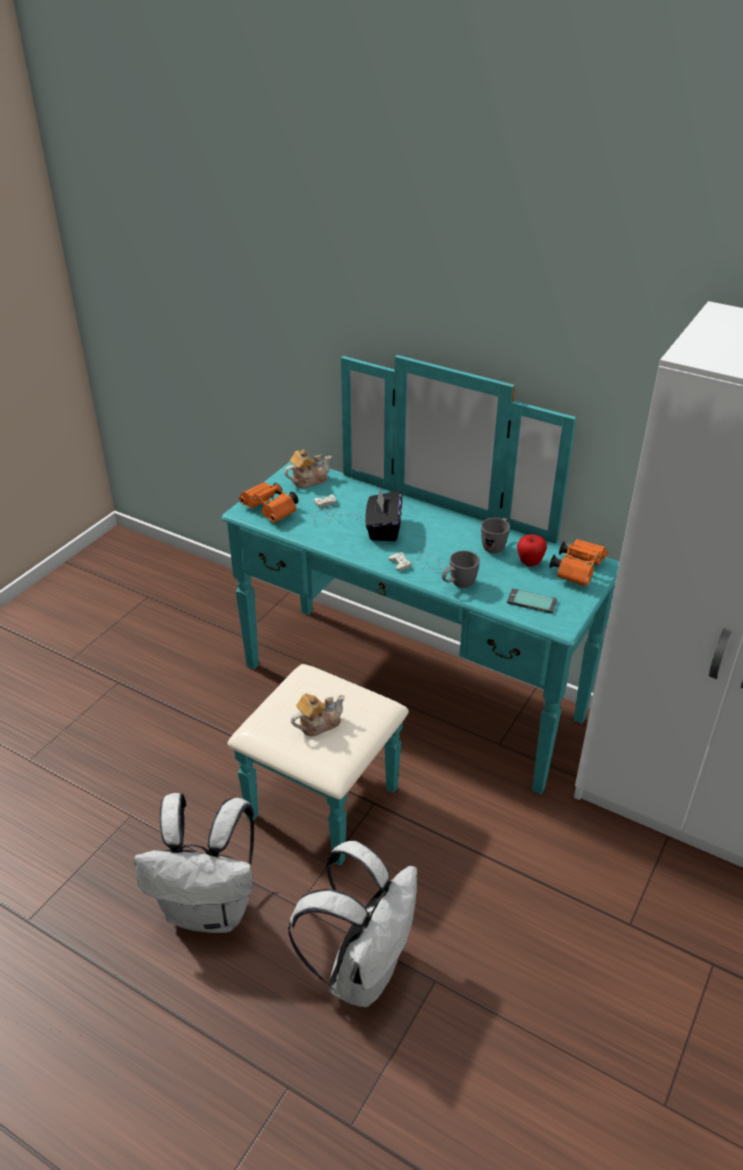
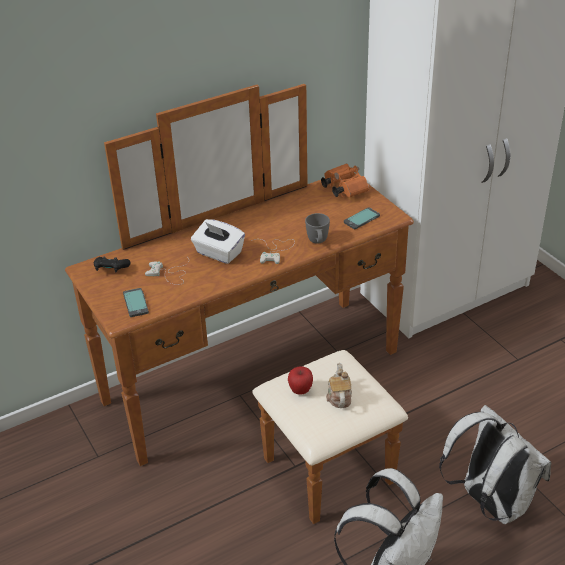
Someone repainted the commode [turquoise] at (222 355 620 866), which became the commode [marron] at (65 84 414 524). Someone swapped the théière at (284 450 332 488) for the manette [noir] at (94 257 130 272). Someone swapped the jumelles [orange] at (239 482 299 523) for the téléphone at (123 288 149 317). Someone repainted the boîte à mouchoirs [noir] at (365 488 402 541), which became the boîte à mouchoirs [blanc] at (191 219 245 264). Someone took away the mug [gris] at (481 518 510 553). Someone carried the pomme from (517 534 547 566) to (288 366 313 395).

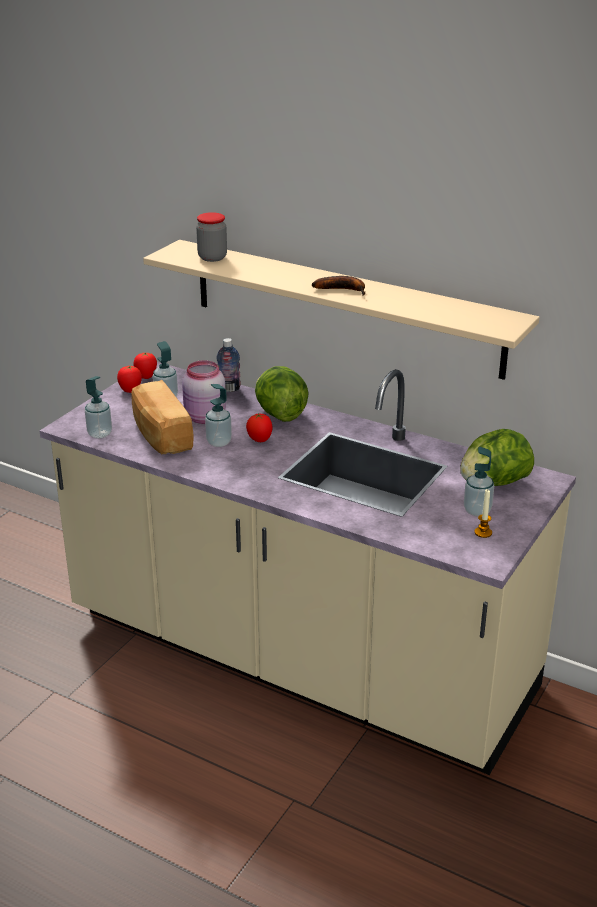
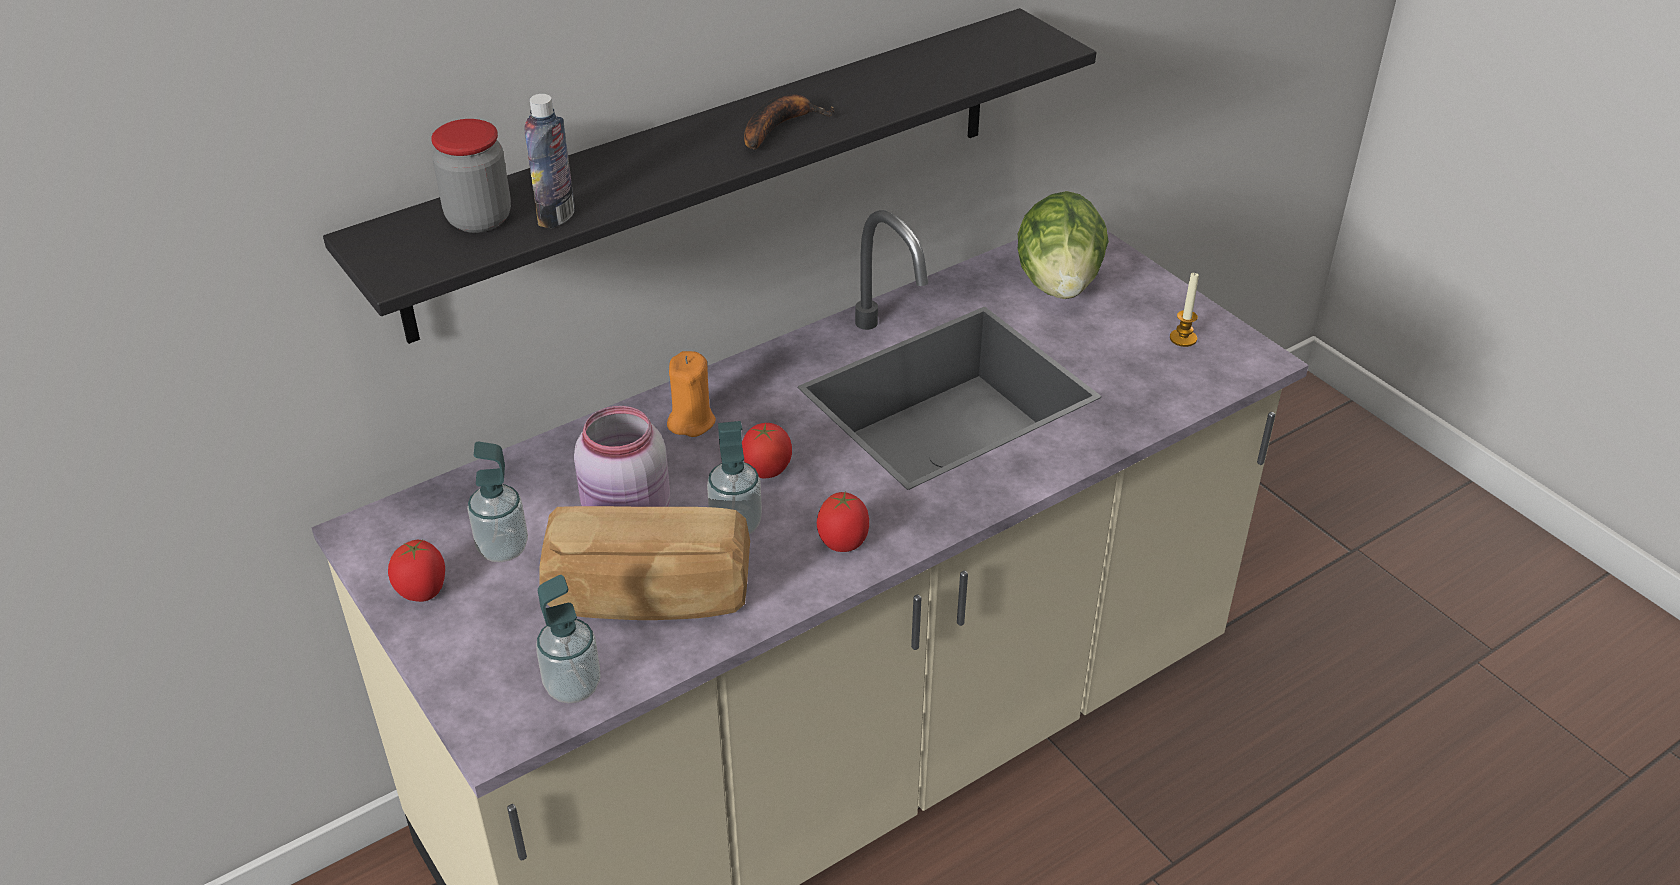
Someone repainted the étagère [beige] at (143 240 540 380), which became the étagère [noir] at (323 8 1096 344). Someone carried the bouteille from (216 338 241 392) to (524 94 575 229). Someone carried the tomate from (133 352 157 379) to (817 492 869 552). Someone swapped the laitue at (255 366 308 422) for the bougie [orange] at (667 351 716 437). Someone took away the distributeur de savon at (464 447 494 517).

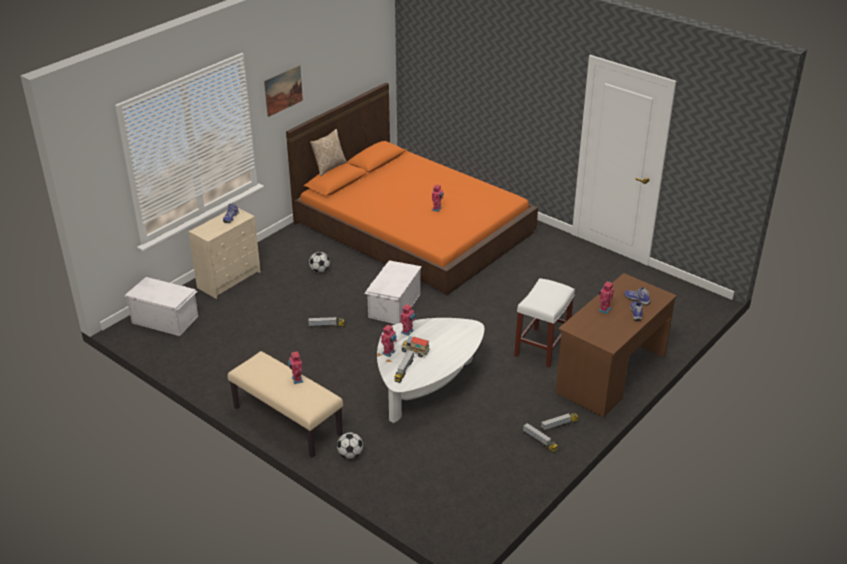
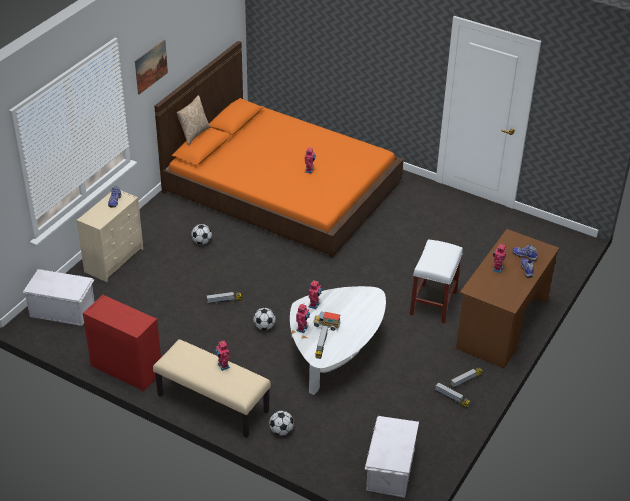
Someone carried the boîte de rangement [blanc] from (364 260 422 324) to (365 416 419 498). Someone put down the commode [rouge] at (83 294 161 392). Someone put down the ballon de foot at (253 308 276 330).

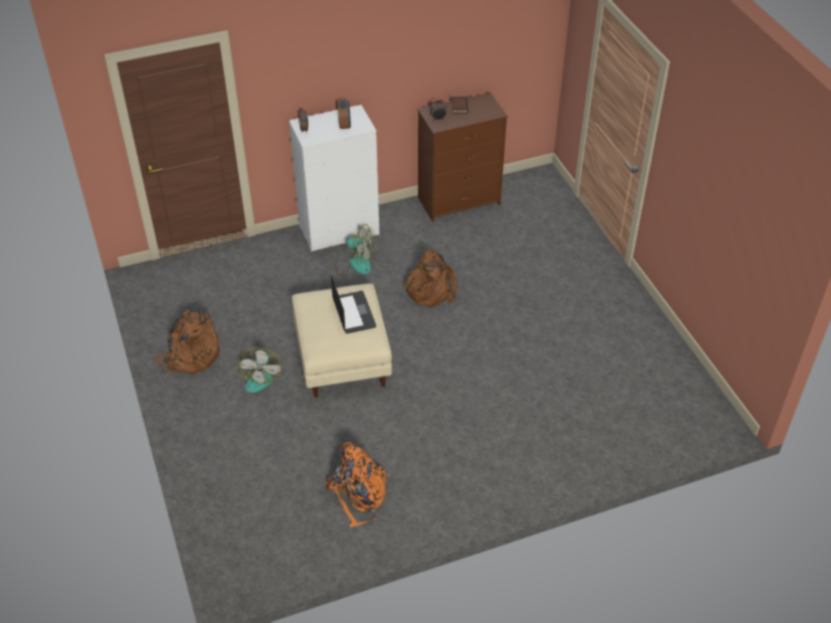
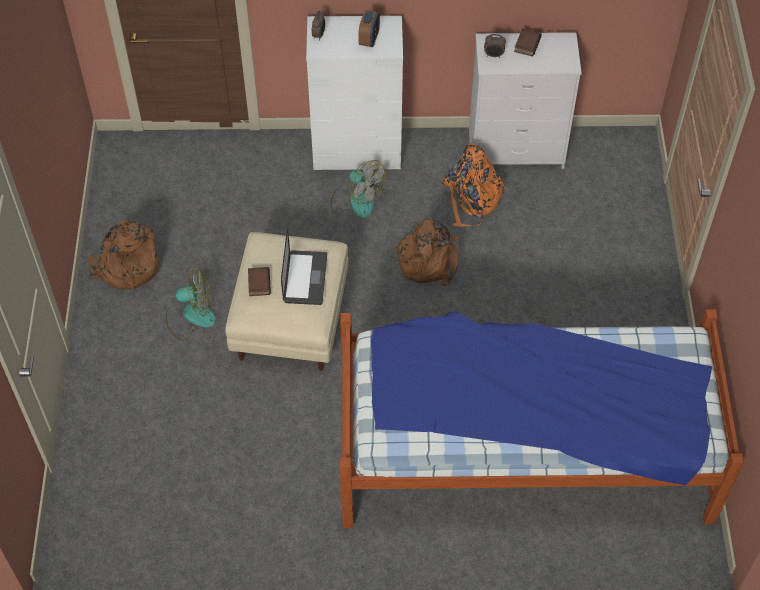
Someone repainted the commode [marron] at (417 93 508 222), which became the commode [blanc] at (469 33 582 169). Someone rotated the ventilateur at (238 348 282 393) by 120 degrees counterclockwise. Someone carried the sac à dos [orange] from (325 442 390 527) to (442 143 507 226). Someone put down the livre at (248 267 271 296). Someone put down the lit at (339 309 744 528).

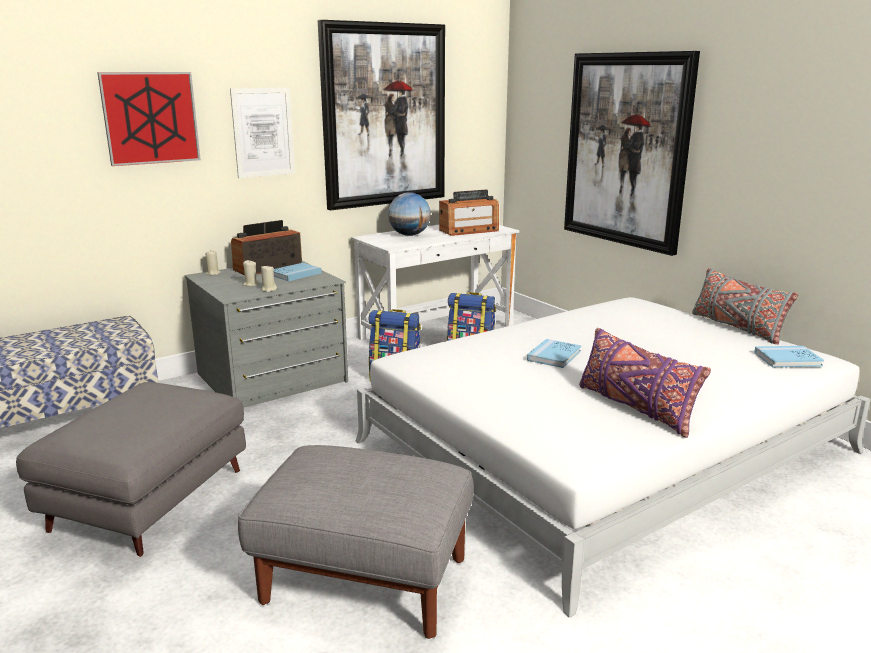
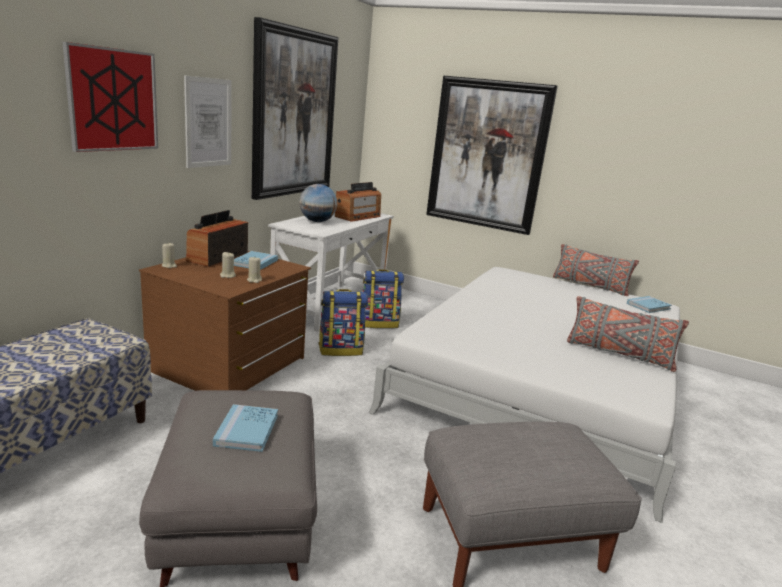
Someone repainted the commode [gris] at (185 261 348 408), which became the commode [marron] at (139 251 311 391). Someone repainted the coussin [violet] at (579 328 711 438), which became the coussin [gris] at (567 296 689 372). Someone carried the livre [bleu] from (527 339 581 368) to (213 404 278 452).

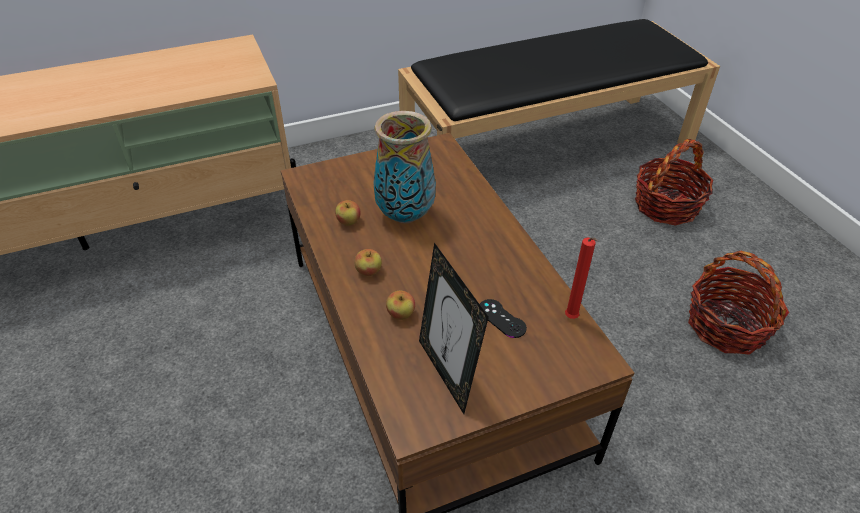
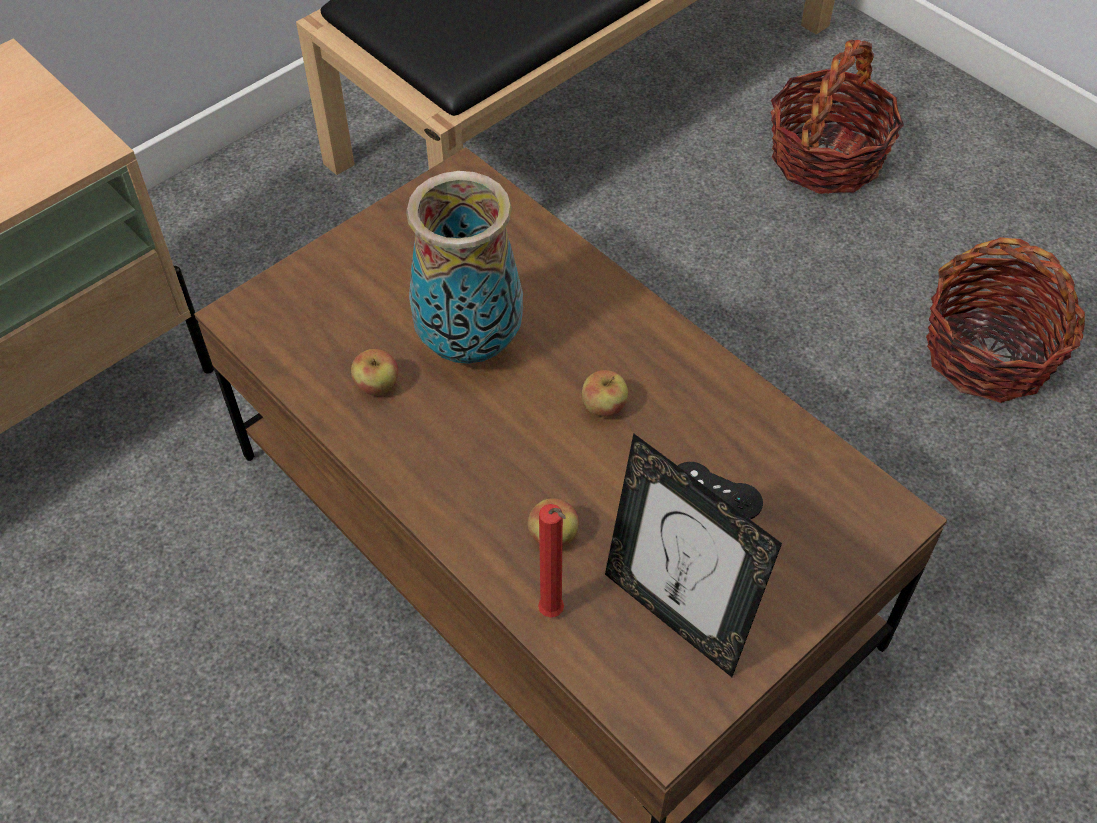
Someone carried the bougie [rouge] from (565 238 597 319) to (538 504 566 618). Someone carried the pomme from (354 249 382 276) to (582 370 628 417).

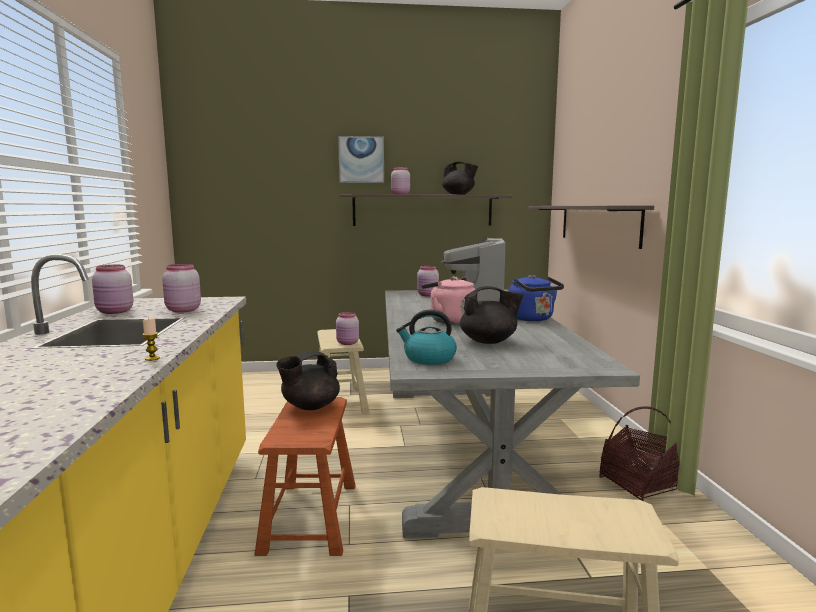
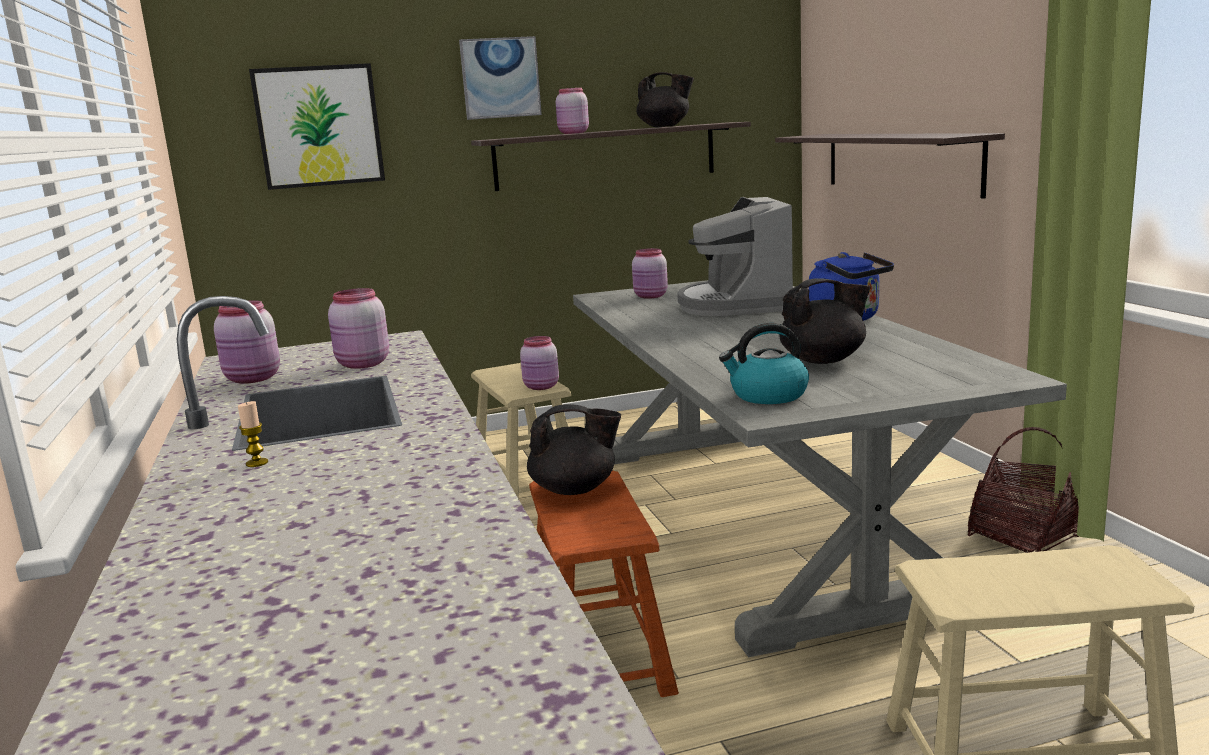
Someone took away the bouilloire [rose] at (422 277 475 325). Someone carried the bougie from (142 318 160 361) to (238 401 268 467). Someone rotated the théière [noir] at (276 351 340 410) by 135 degrees counterclockwise. Someone put up the tableau at (249 63 385 190).

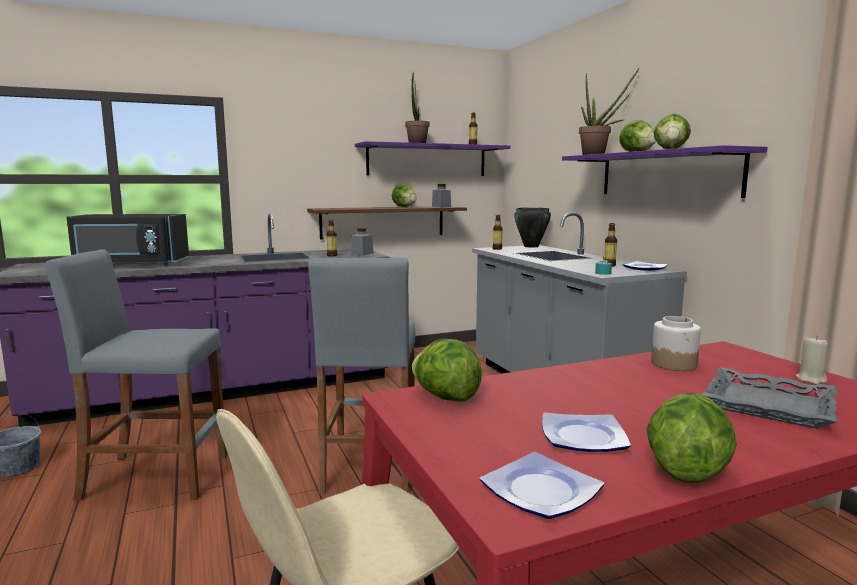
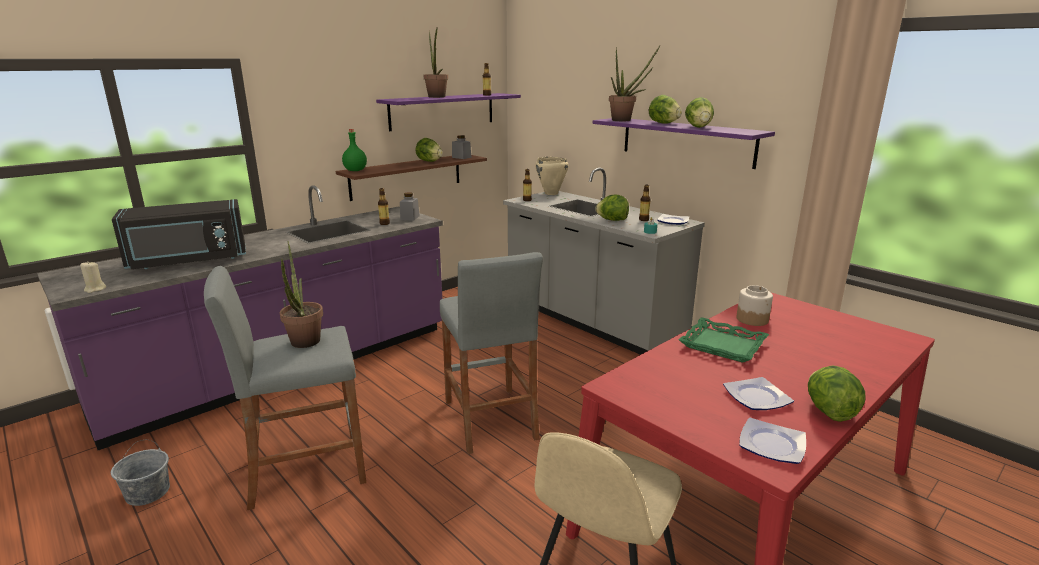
Someone repainted the marmite [noir] at (514 207 551 247), which became the marmite [beige] at (535 157 569 195). Someone carried the bougie [beige] from (796 336 828 384) to (80 261 106 293). Someone carried the laitue from (412 339 482 402) to (595 194 629 221). Someone took away the plateau [gris] at (701 367 838 429). Someone put down the bouteille [vert] at (342 129 367 171). Someone put down the plante en pot at (279 241 323 348). Someone put down the plateau [vert] at (679 318 769 363).

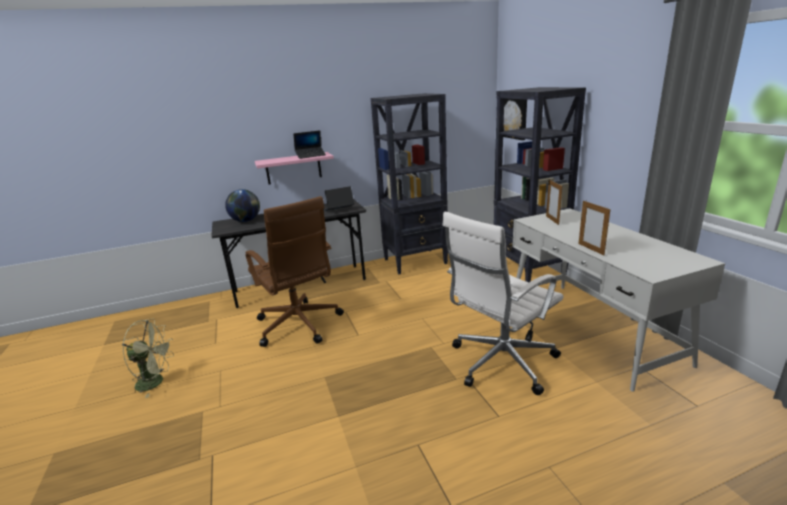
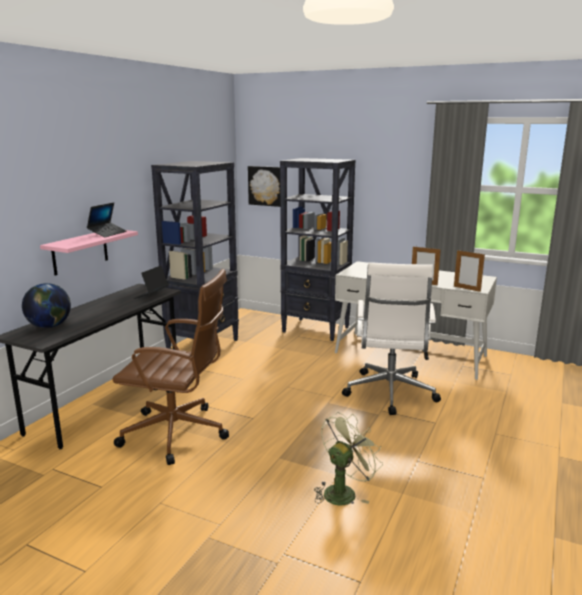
Someone carried the cadre photo from (546 179 562 225) to (454 250 485 292). Someone carried the ventilateur [vert] from (122 319 174 398) to (314 412 383 505).

